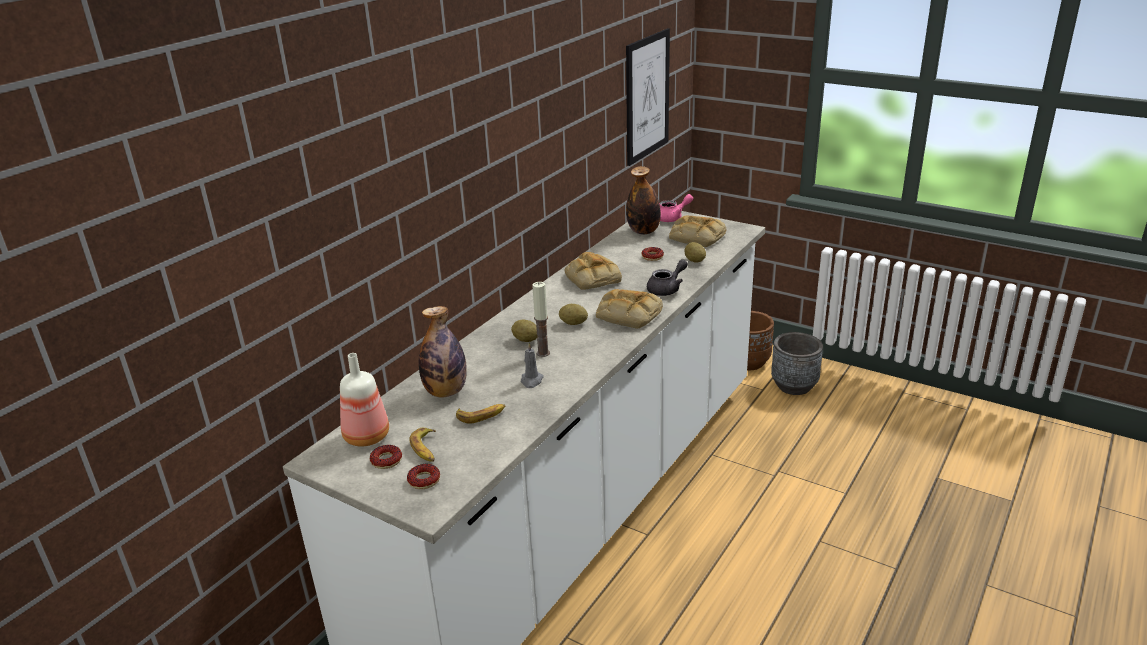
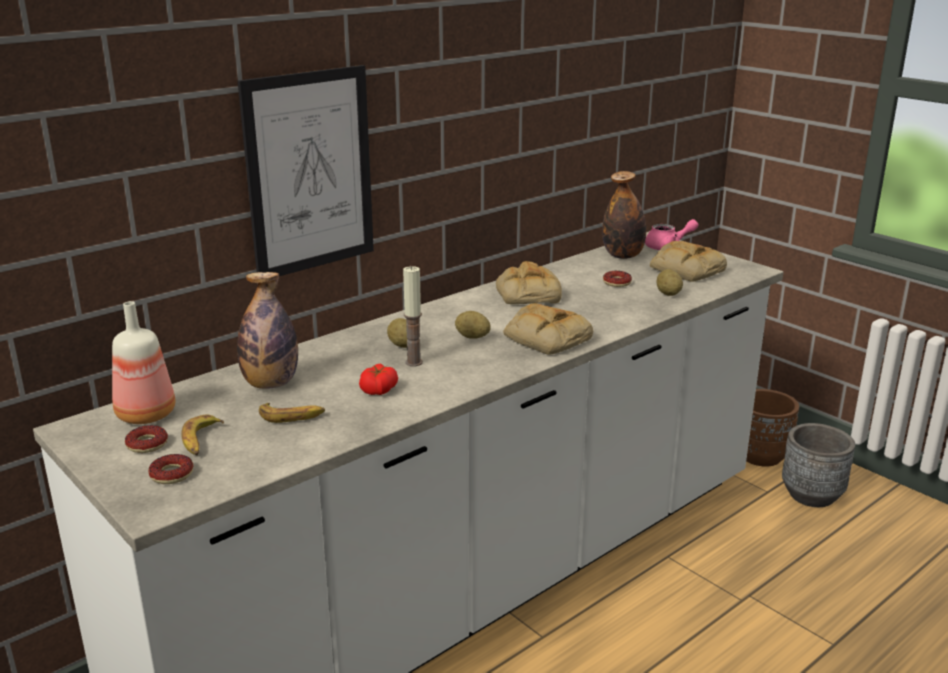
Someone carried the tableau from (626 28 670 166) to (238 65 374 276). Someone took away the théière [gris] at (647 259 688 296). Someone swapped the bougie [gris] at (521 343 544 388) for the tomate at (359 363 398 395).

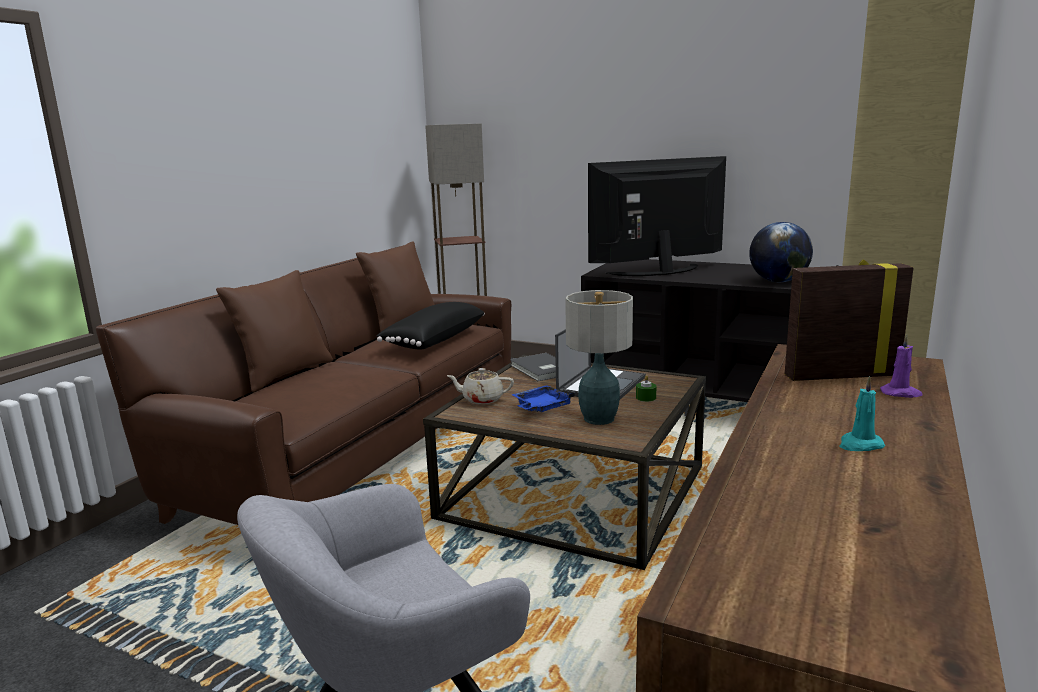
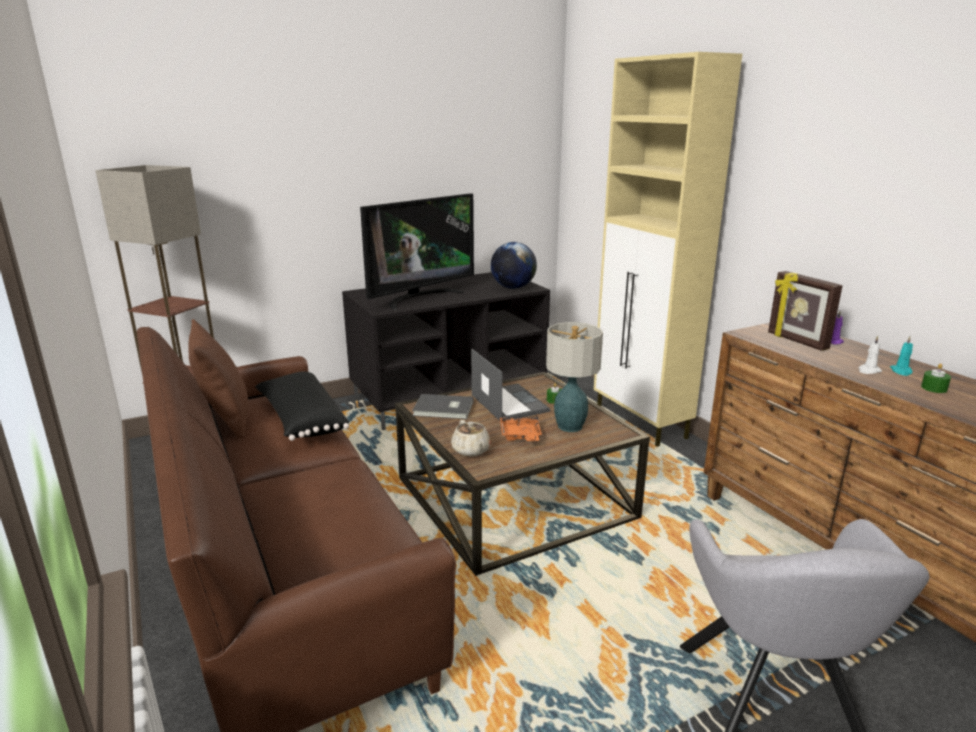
Someone rotated the téléviseur at (588 156 726 276) by 150 degrees counterclockwise. Someone rotated the cadre photo at (785 259 914 381) by 60 degrees counterclockwise. Someone took away the coussin [marron] at (216 270 333 393). Someone rotated the théière [beige] at (447 368 514 404) by 60 degrees counterclockwise. Someone repainted the plateau [bleu] at (512 385 575 412), which became the plateau [orange] at (500 415 542 441). Someone put down the bougie [blanc] at (859 335 882 374). Someone put down the bougie [vert] at (921 363 951 393).

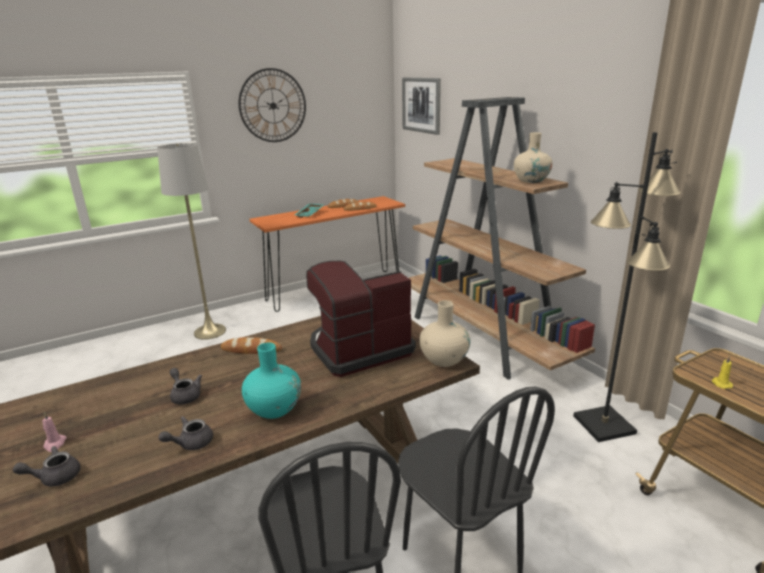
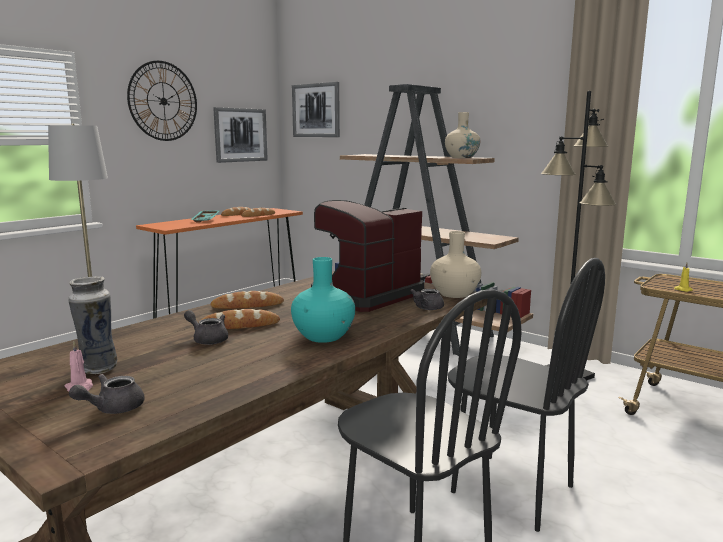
Someone carried the théière [gris] from (159 416 213 450) to (410 289 444 310). Someone put up the tableau at (213 107 268 163). Someone put down the vase at (68 276 118 374). Someone put down the pain at (200 309 280 329).

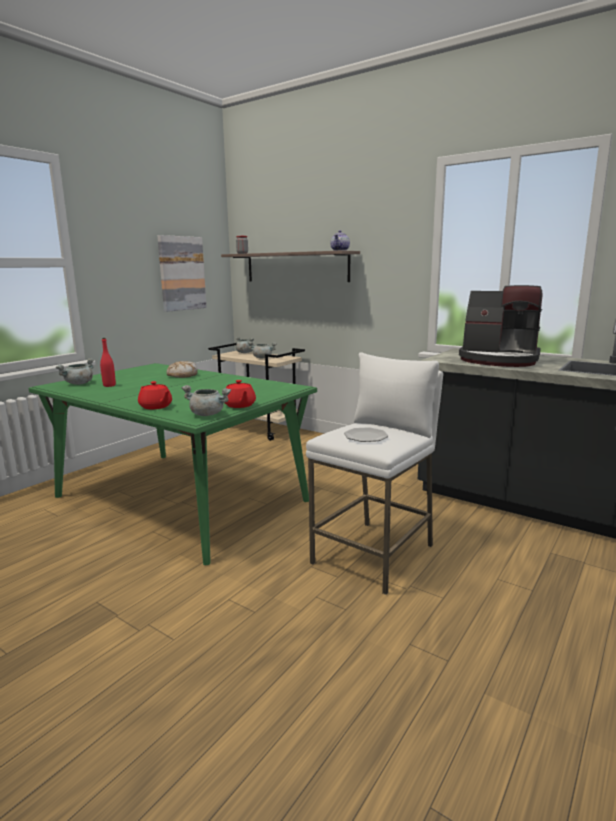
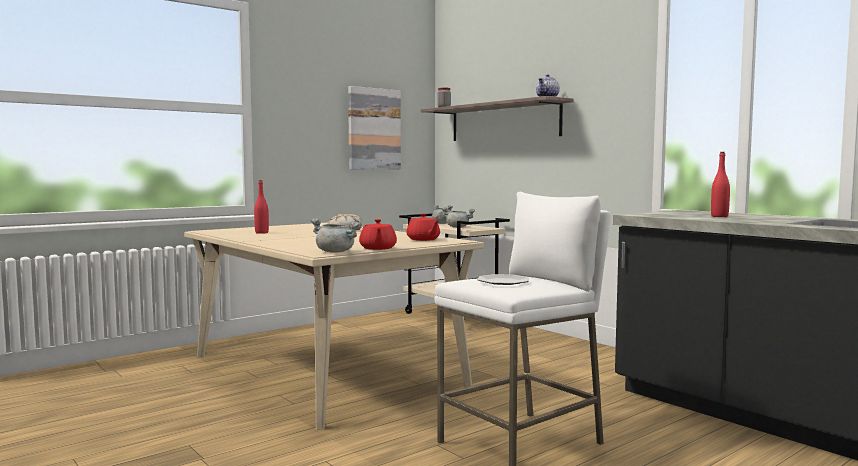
Someone swapped the machine à café at (459 285 542 367) for the bouteille [rouge] at (711 152 730 217). Someone took away the marmite [gris] at (56 358 94 385). Someone repainted the table à manger [vert] at (28 363 317 565), which became the table à manger [beige] at (184 223 484 430). Someone carried the théière [rouge] from (138 381 172 409) to (406 213 440 241).

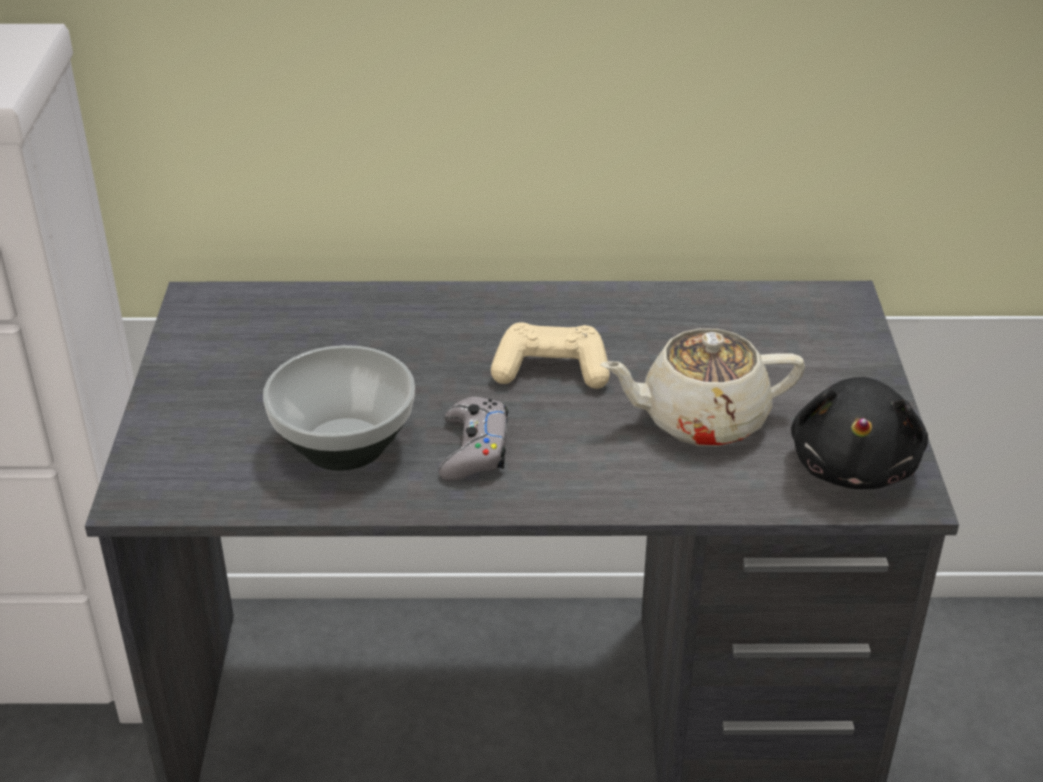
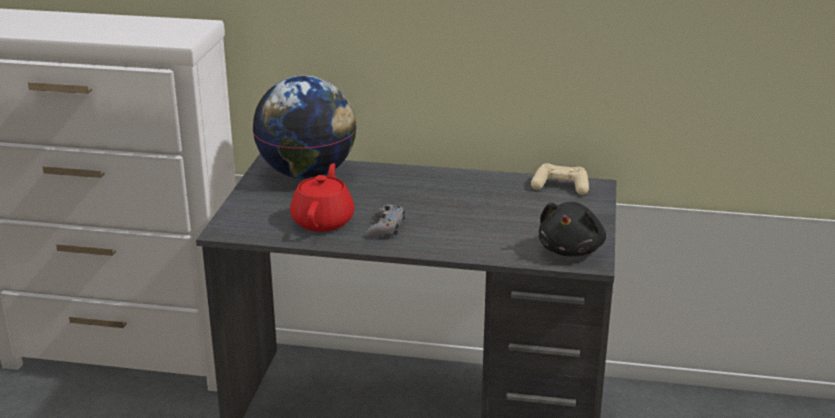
Someone carried the manette [beige] from (491 322 610 389) to (531 163 589 195). Someone took away the théière [beige] at (600 328 805 447). Someone swapped the bol at (263 345 415 471) for the théière [rouge] at (290 163 354 232). Someone put down the globe at (252 76 357 179).

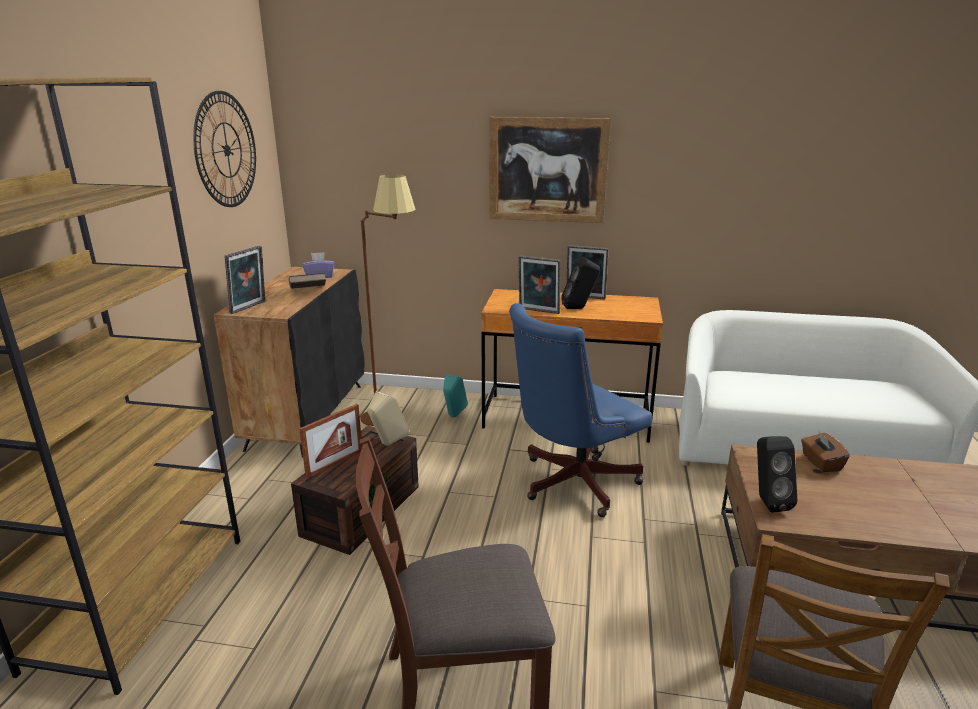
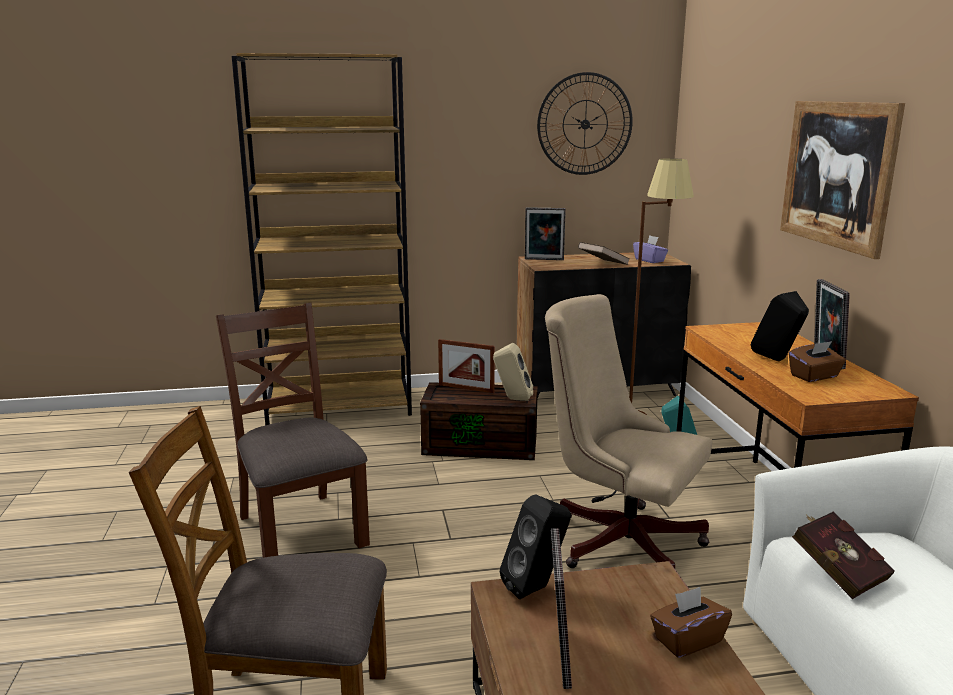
Someone carried the cadre photo from (518 256 561 314) to (551 528 572 689). Someone repainted the chaise de bureau [bleu] at (509 303 652 517), which became the chaise de bureau [beige] at (545 294 712 568). Someone put down the boîte à mouchoirs [marron] at (789 341 846 382). Someone put down the livre [rouge] at (792 512 895 599).

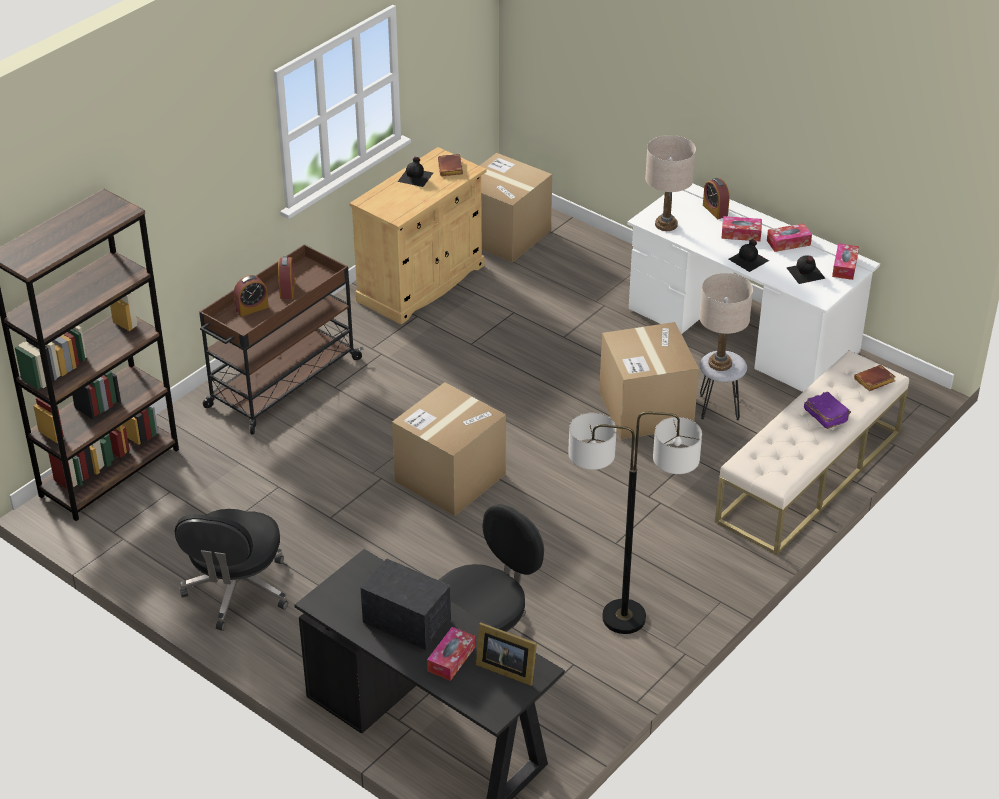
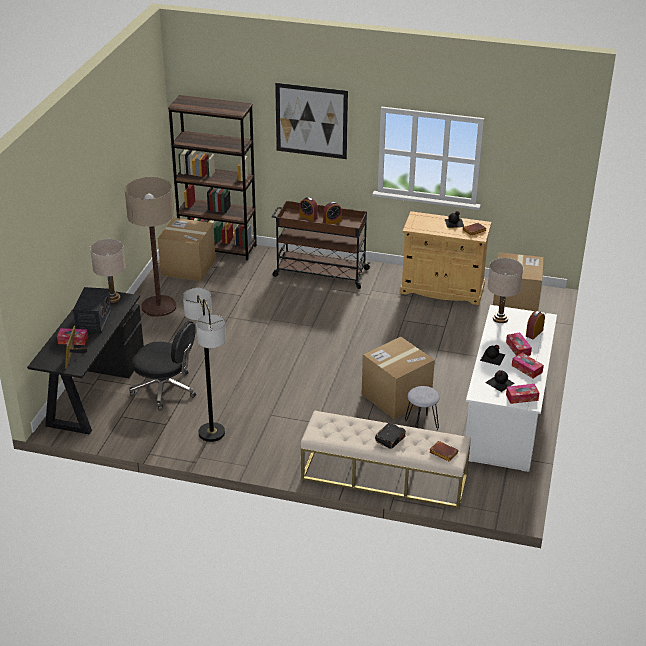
Someone carried the lampe de table [beige] from (699 273 753 371) to (90 239 125 303). Someone carried the carton from (392 382 506 516) to (158 217 216 281). Someone repainted the livre [violet] at (804 392 851 429), which became the livre [noir] at (375 422 406 449). Someone swapped the chaise de bureau [noir] at (175 509 288 631) for the lampadaire at (124 177 177 317). Someone put up the tableau at (275 83 348 159).

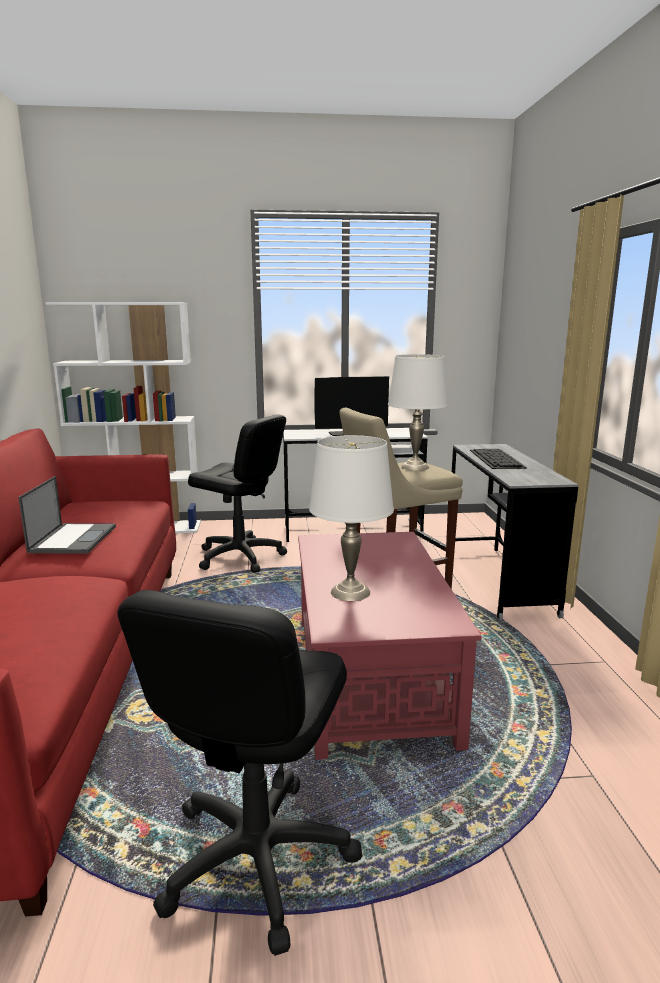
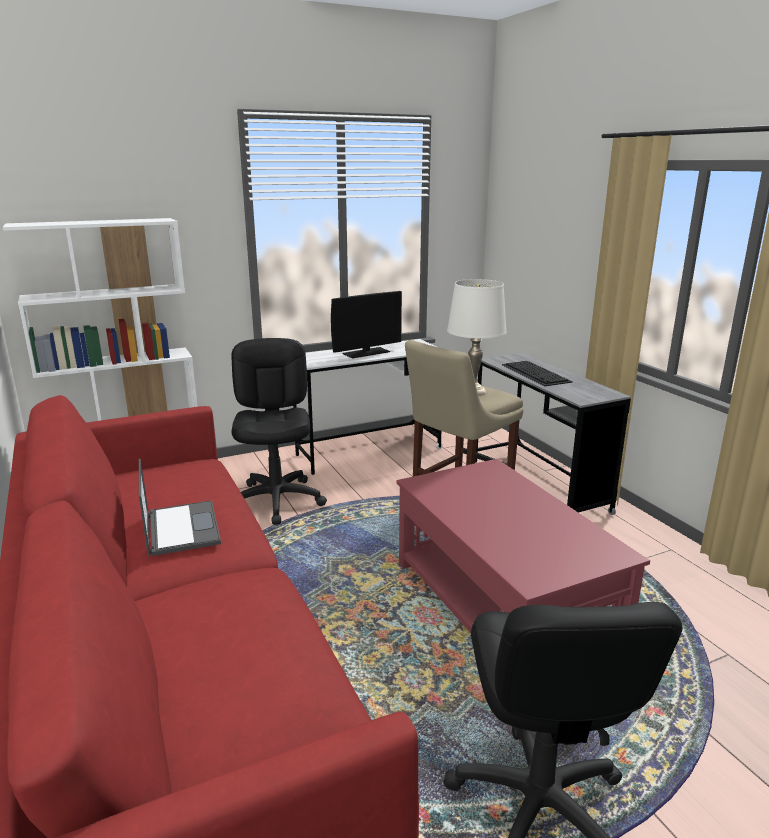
Someone rotated the chaise de bureau [noir] at (188 415 287 573) by 105 degrees counterclockwise. Someone took away the lampe de table [blanc] at (309 435 394 601).

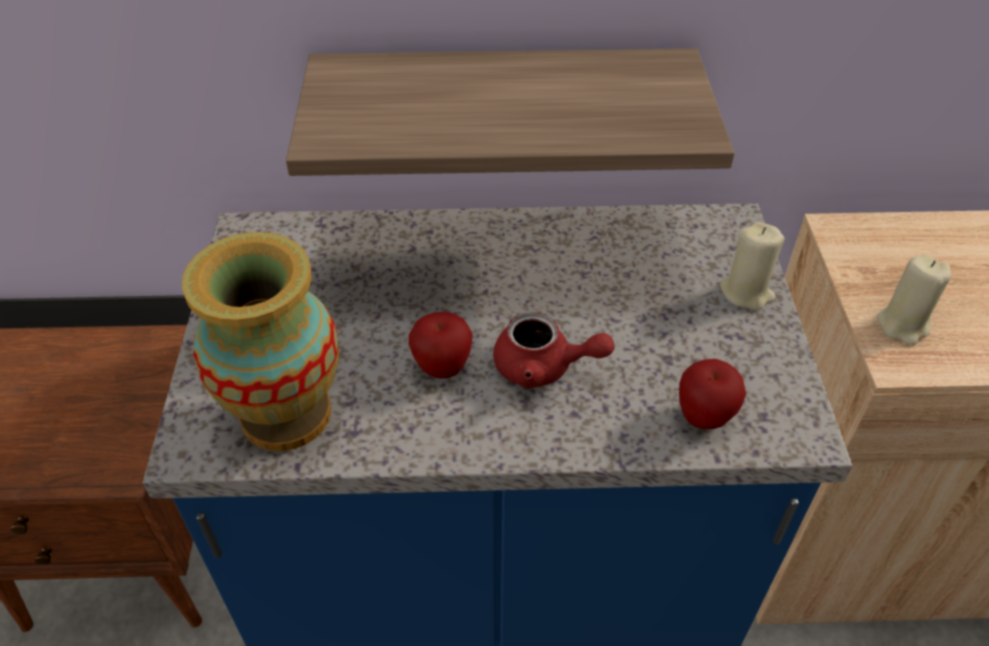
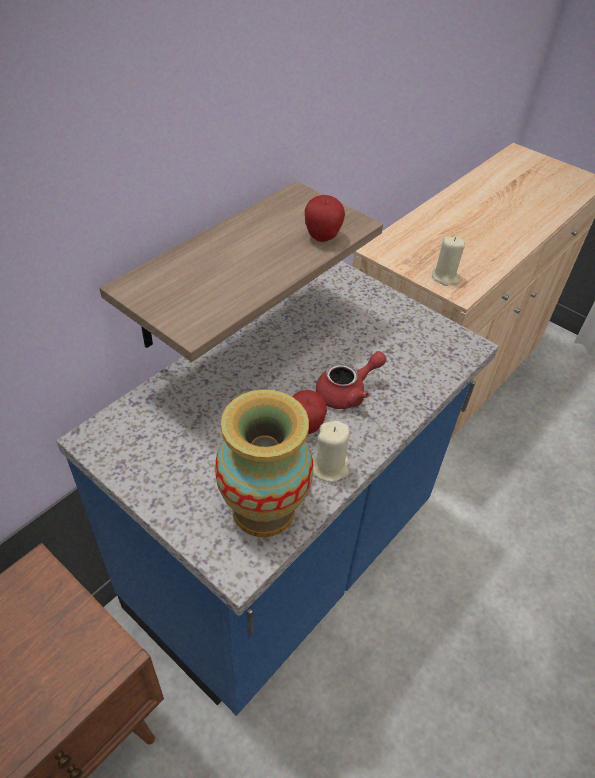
Someone carried the bougie [beige] from (720 222 784 310) to (313 421 350 482). Someone carried the pomme from (679 359 746 430) to (305 195 345 242).

